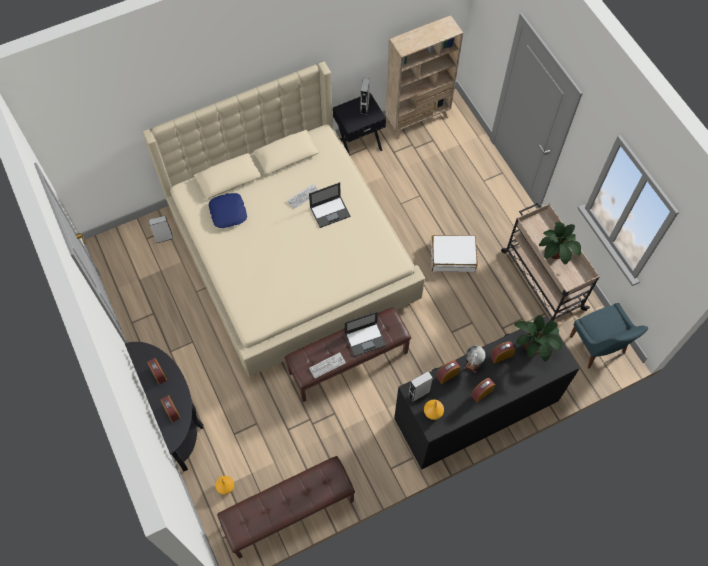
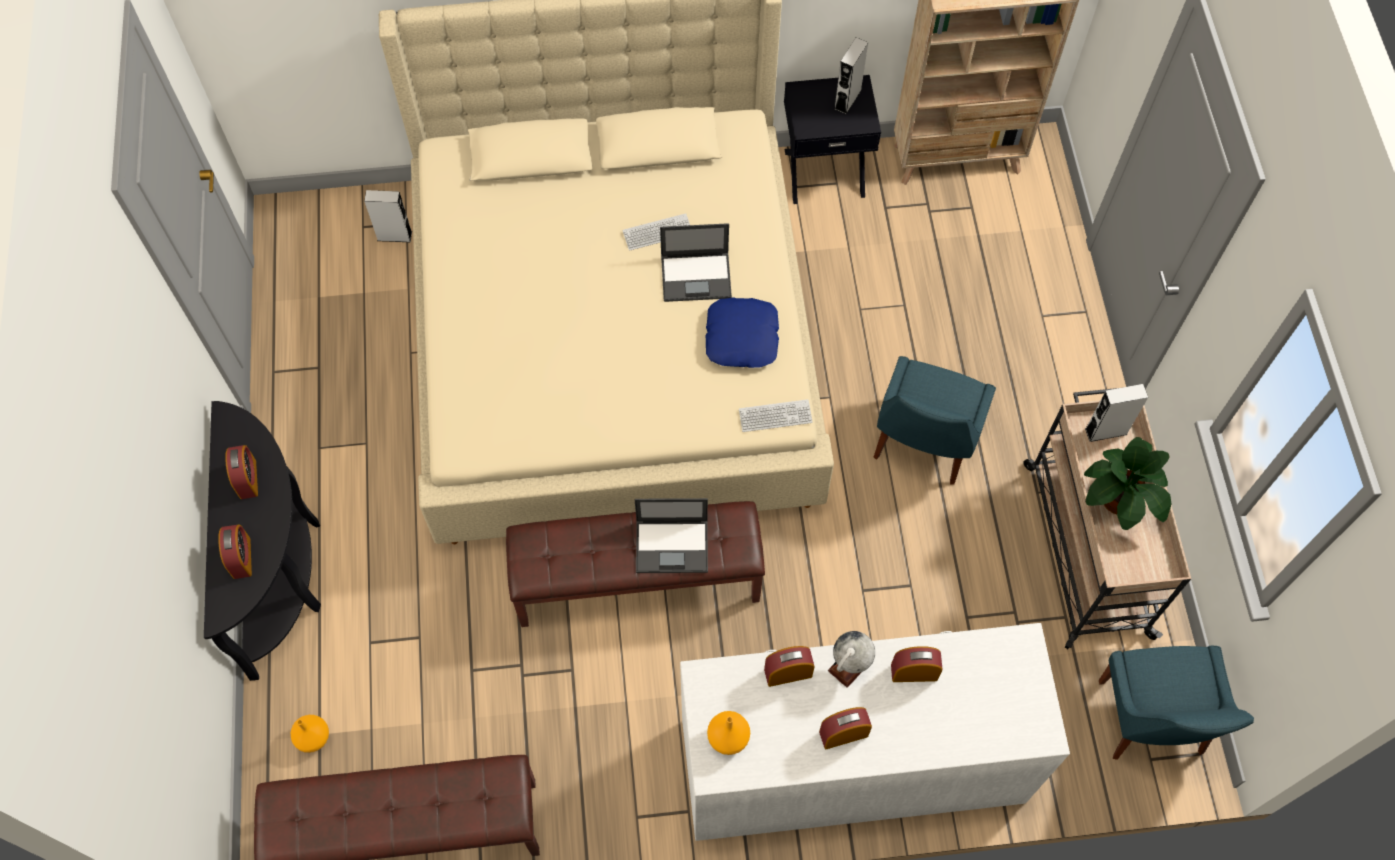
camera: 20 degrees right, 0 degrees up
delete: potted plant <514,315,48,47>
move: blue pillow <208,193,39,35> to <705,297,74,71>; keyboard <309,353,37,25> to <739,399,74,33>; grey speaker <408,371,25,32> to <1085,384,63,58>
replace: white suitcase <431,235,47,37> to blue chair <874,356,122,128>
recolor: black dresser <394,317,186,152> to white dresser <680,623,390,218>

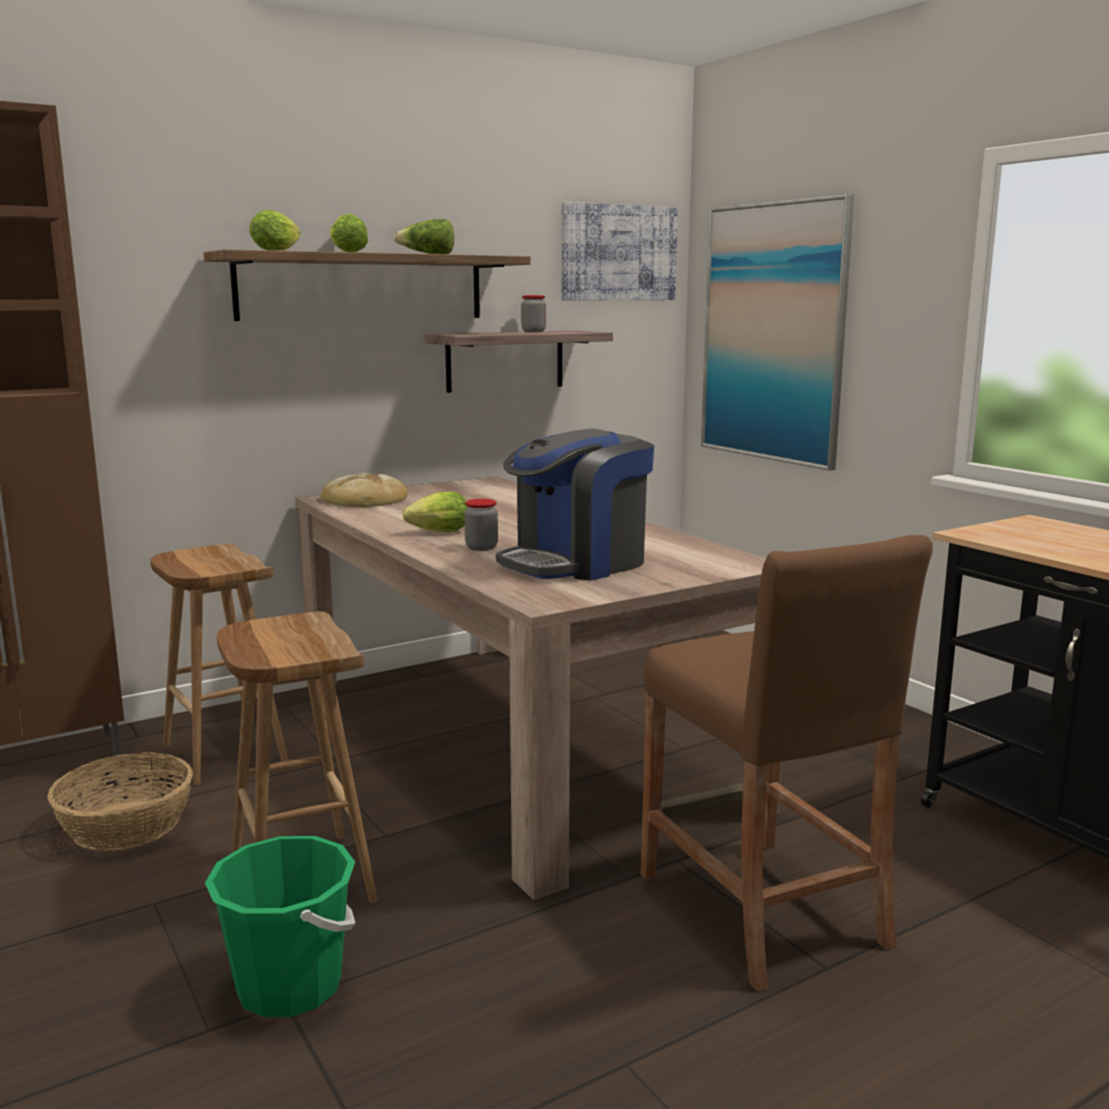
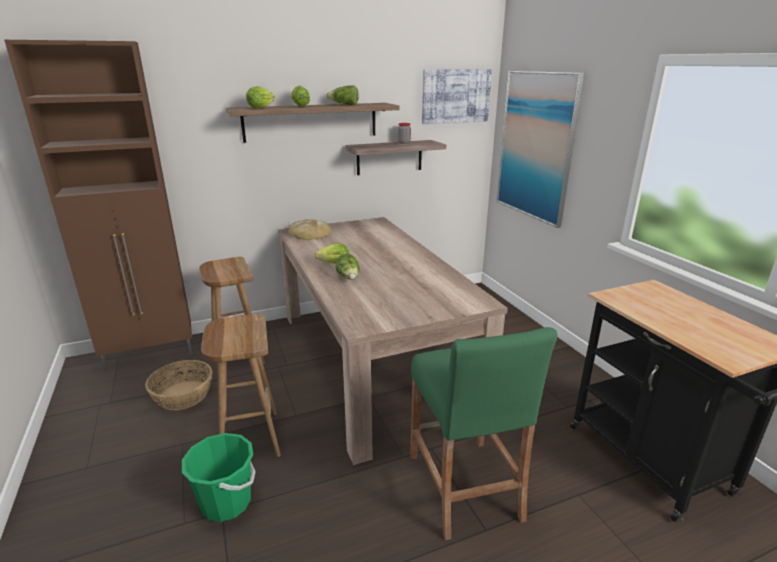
camera: 10 degrees right, 10 degrees up
delete: coffee machine <496,429,158,152>
replace: jar <464,499,34,52> to lettuce <335,254,25,26>
recolor: brown stool <641,535,292,457> to green stool <410,327,148,213>

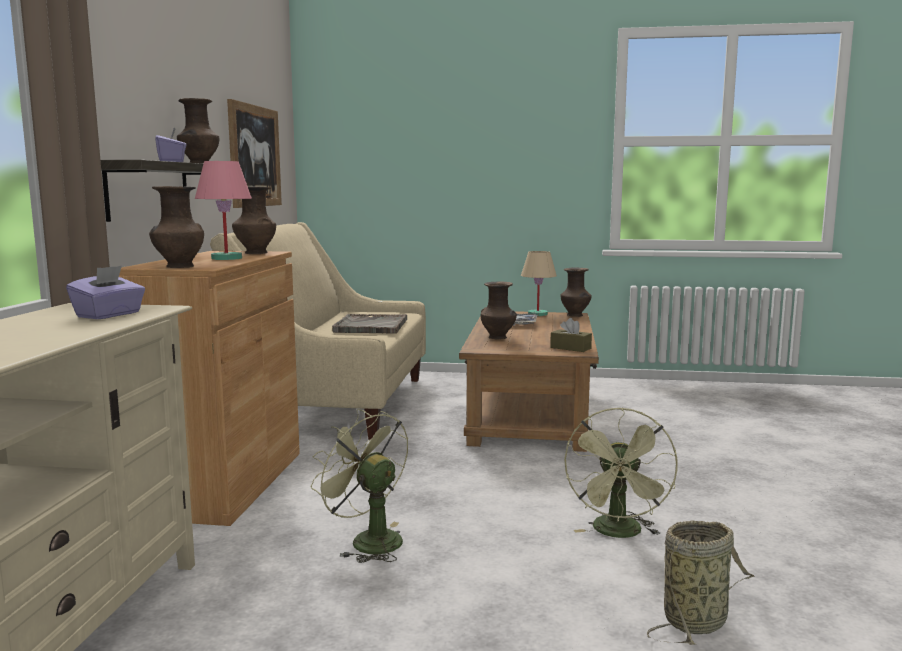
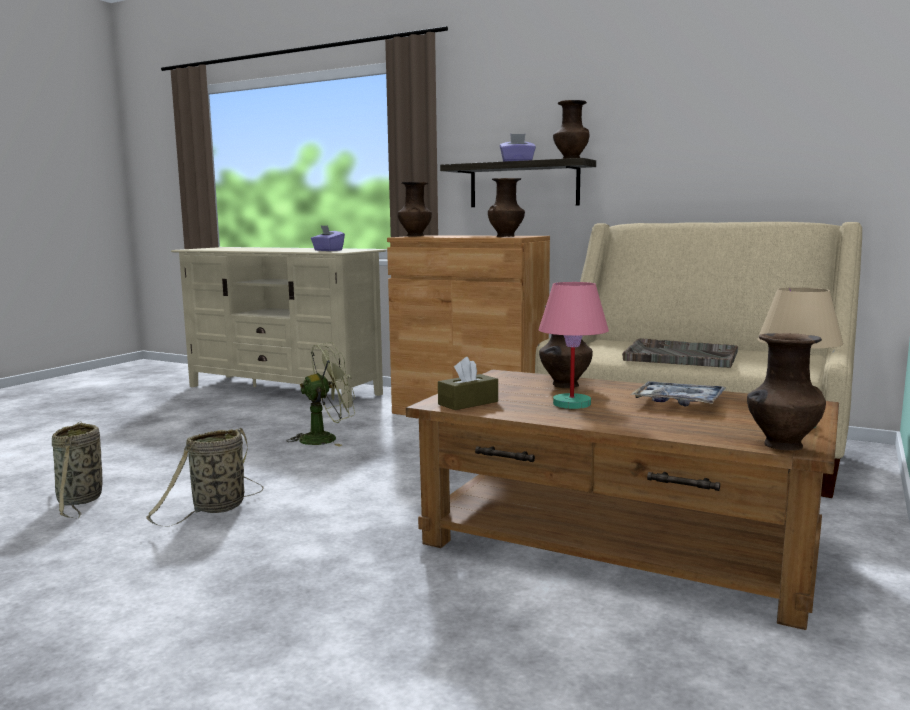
camera: 110 degrees right, 0 degrees up
delete: picture <227,99,55,109>
move: pink table lamp <195,161,57,99> to <539,282,70,127>
replace: green fan <564,407,114,131> to basket <146,428,118,99>

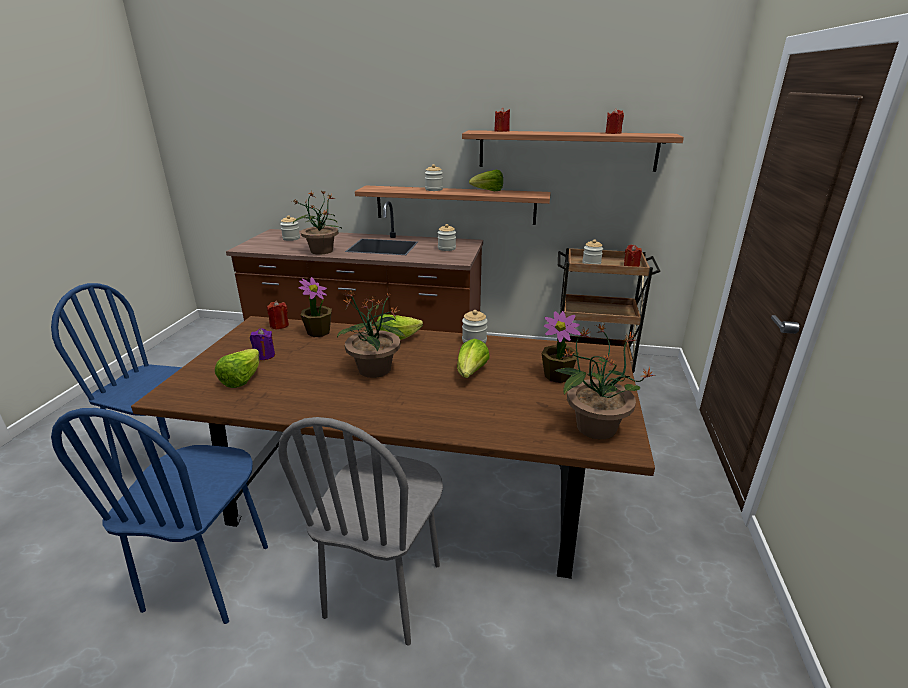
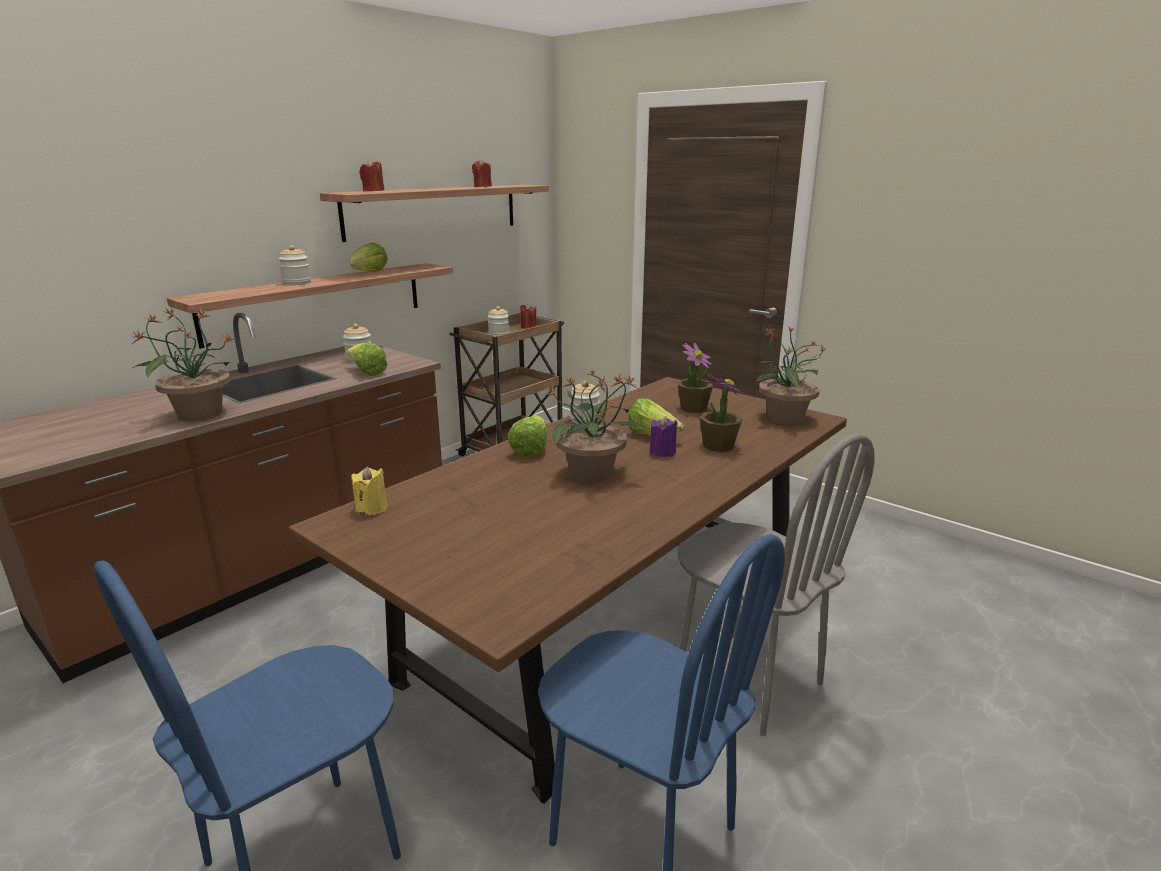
camera: 60 degrees left, 5 degrees down
delete: jar <280,215,20,26>
move: potted plant <298,277,34,60> to <700,374,45,78>; purple candle <250,329,25,31> to <650,416,28,41>; lettuce <215,349,44,39> to <346,343,41,33>
recolor: red candle <267,301,22,29> to yellow candle <351,466,36,49>

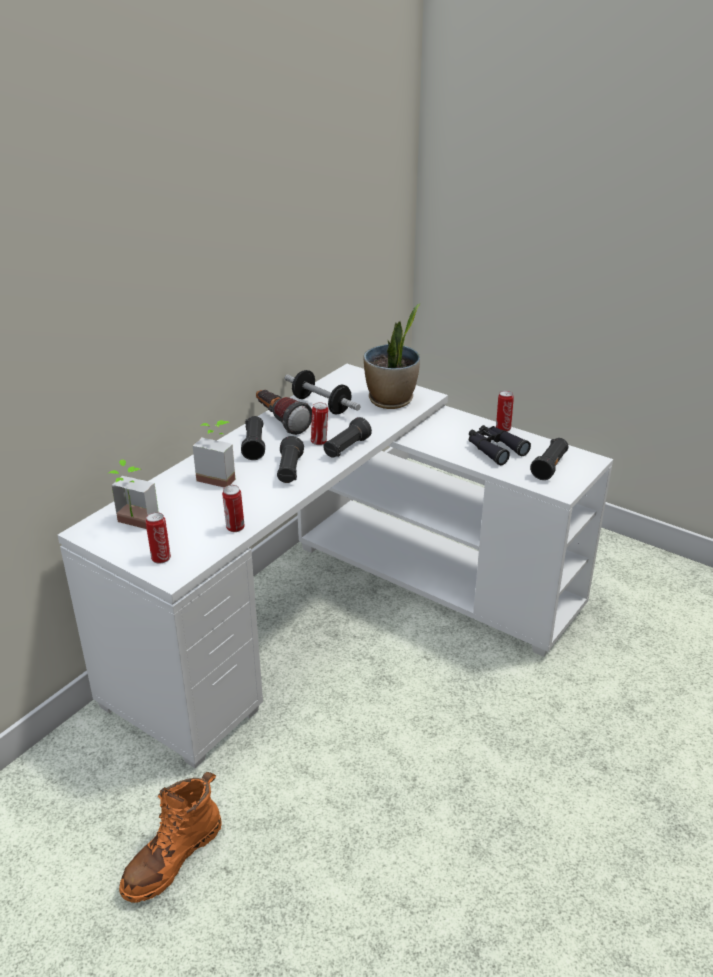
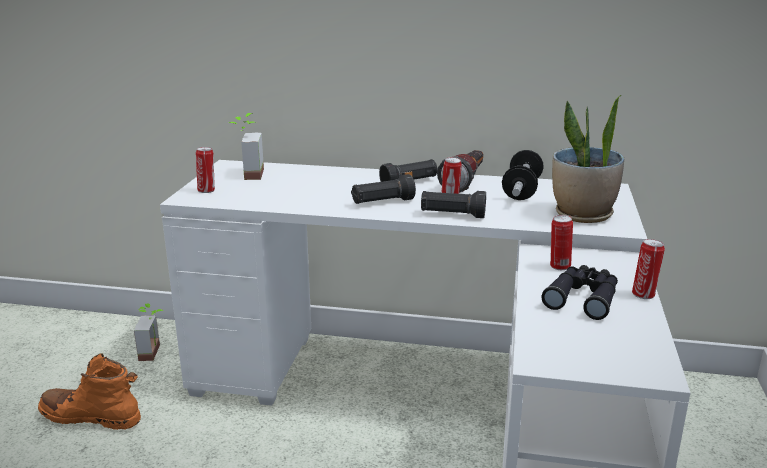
camera: 65 degrees right, 10 degrees down
delete: black flashlight <530,438,38,42>
move: potted plant <193,420,42,68> to <134,303,30,58>; can <222,485,23,47> to <550,215,23,55>

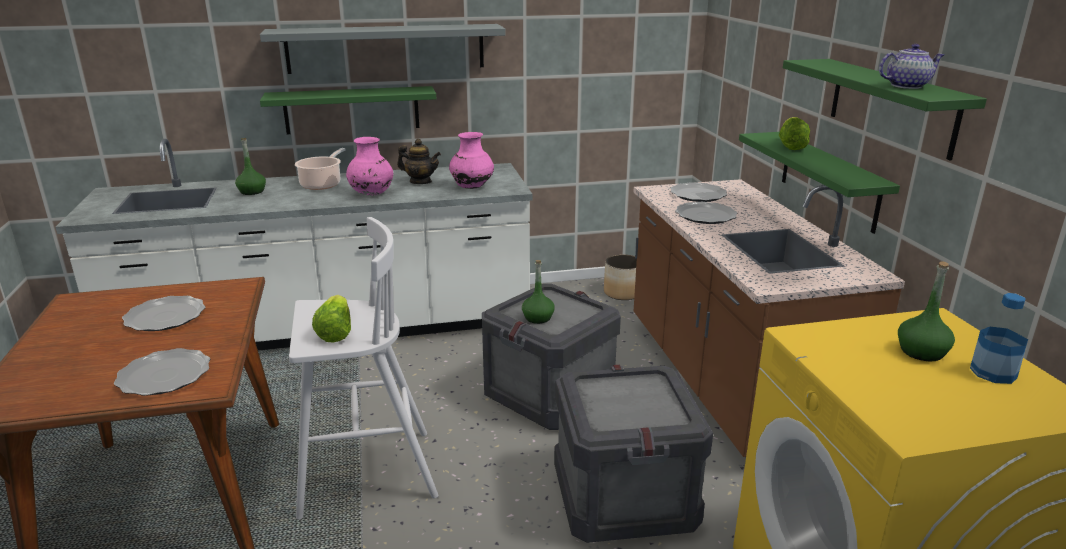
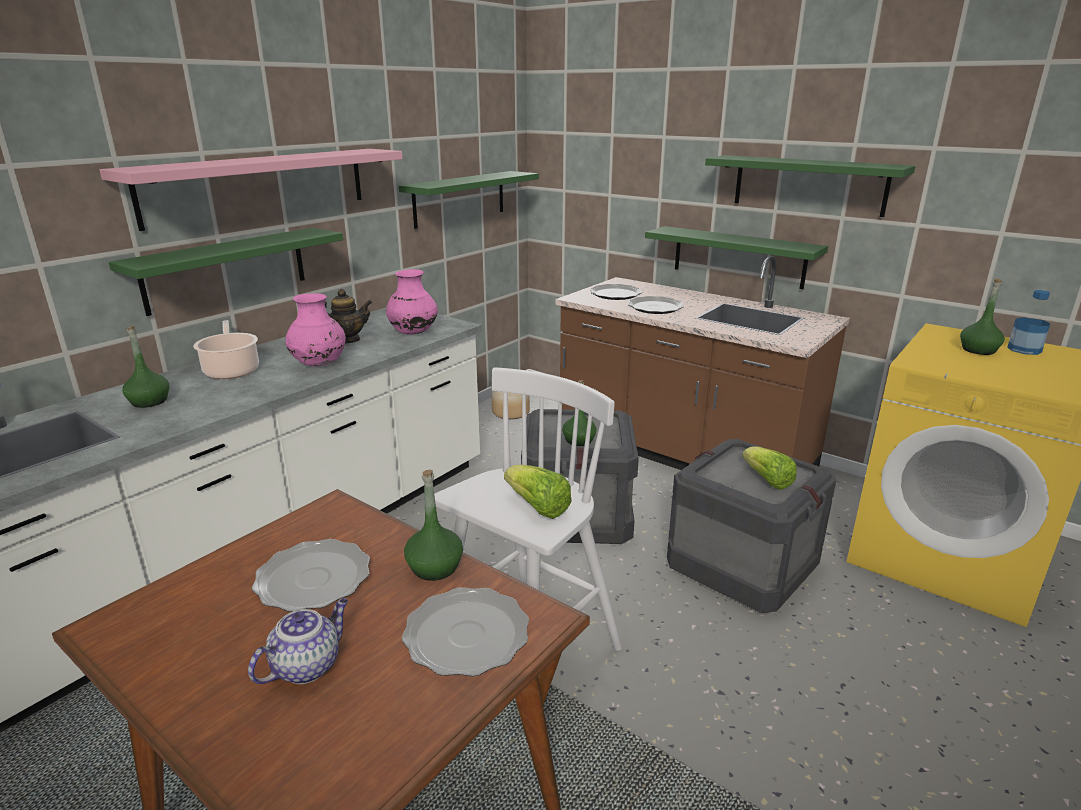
camera: 40 degrees left, 0 degrees up
insert: green shelf <399,171,140,58>; green bottle <404,470,59,111>
move: teapot <879,44,65,45> to <248,598,100,86>; lettuce <779,117,31,33> to <742,446,55,44>
recolor: grey shelf <260,24,245,50> to pink shelf <99,149,304,82>

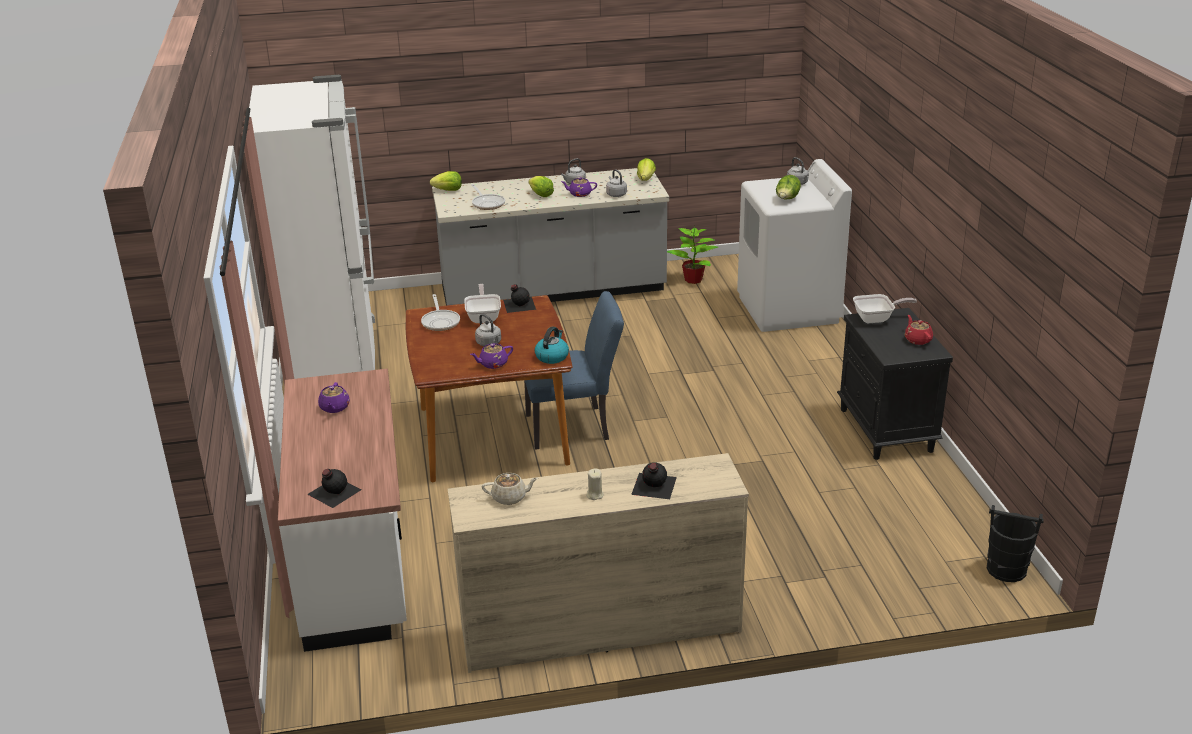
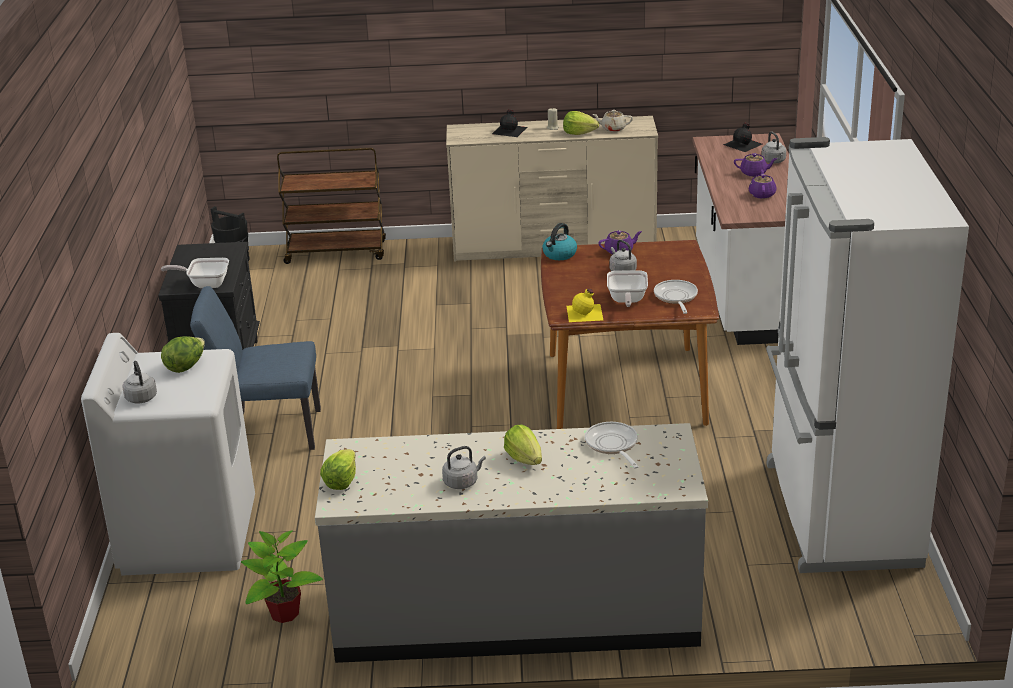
camera: 170 degrees left, 0 degrees up
delete: red teapot <905,315,28,30>
insert: brown cart <277,148,109,116>
move: grey kettle <606,169,21,28> to <762,132,24,31>; lettuce <430,171,32,20> to <563,111,36,24>; purple teapot <561,177,36,20> to <734,153,44,24>; blue chair <524,291,100,159> to <190,286,131,164>
recolor: black bottle <503,284,33,29> to yellow bottle <567,289,36,33>

